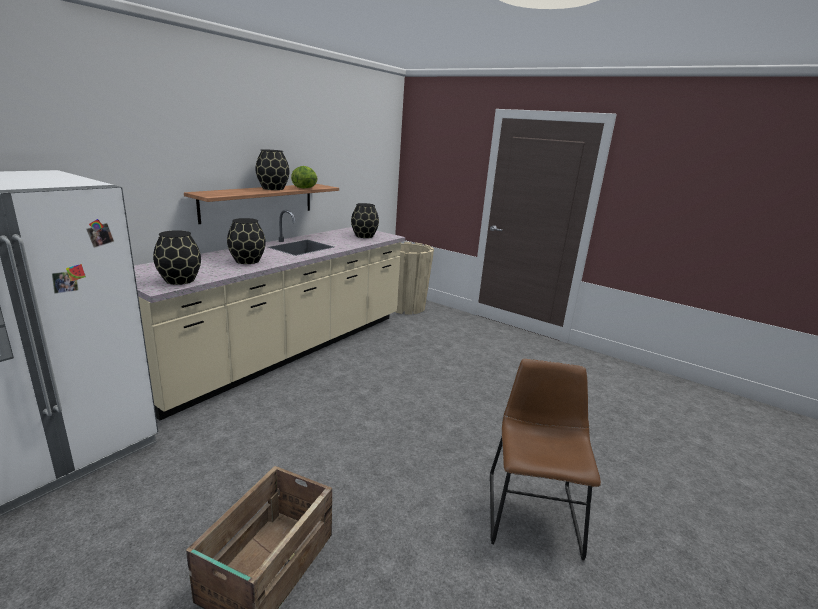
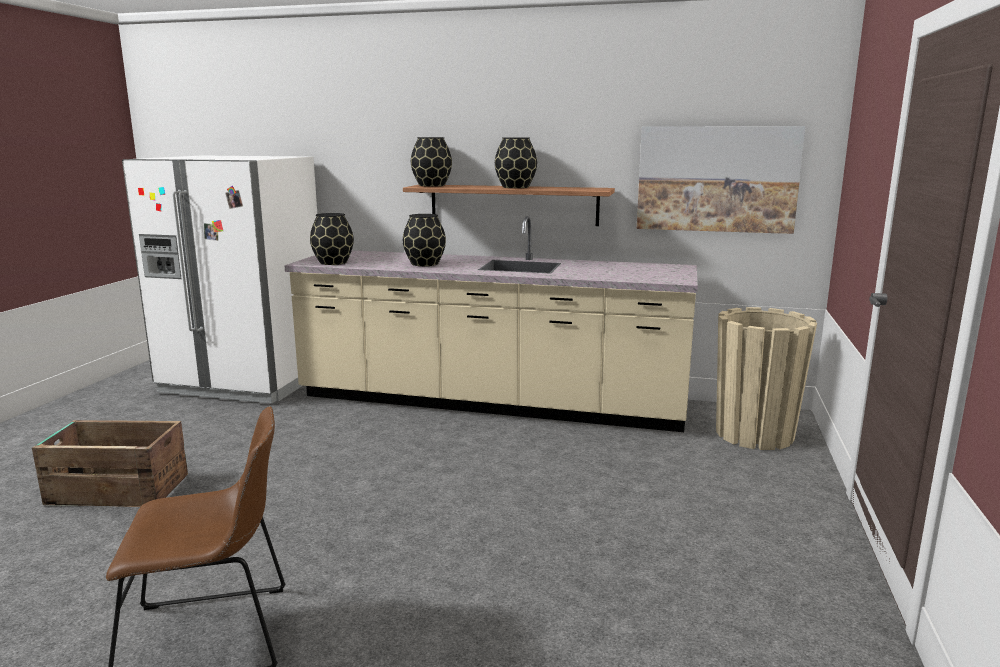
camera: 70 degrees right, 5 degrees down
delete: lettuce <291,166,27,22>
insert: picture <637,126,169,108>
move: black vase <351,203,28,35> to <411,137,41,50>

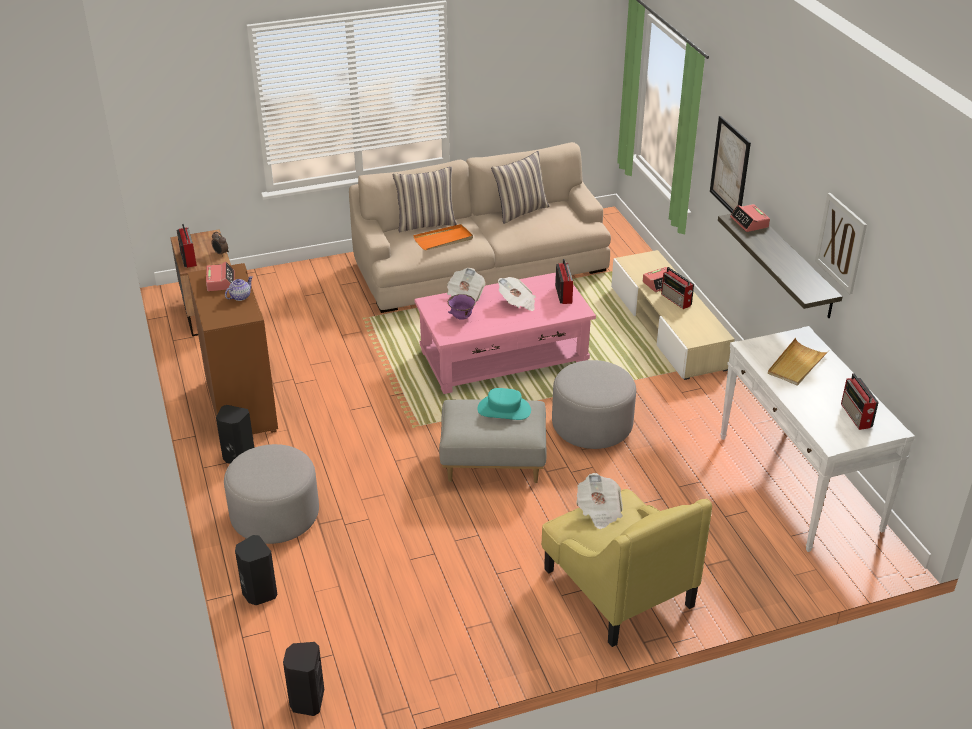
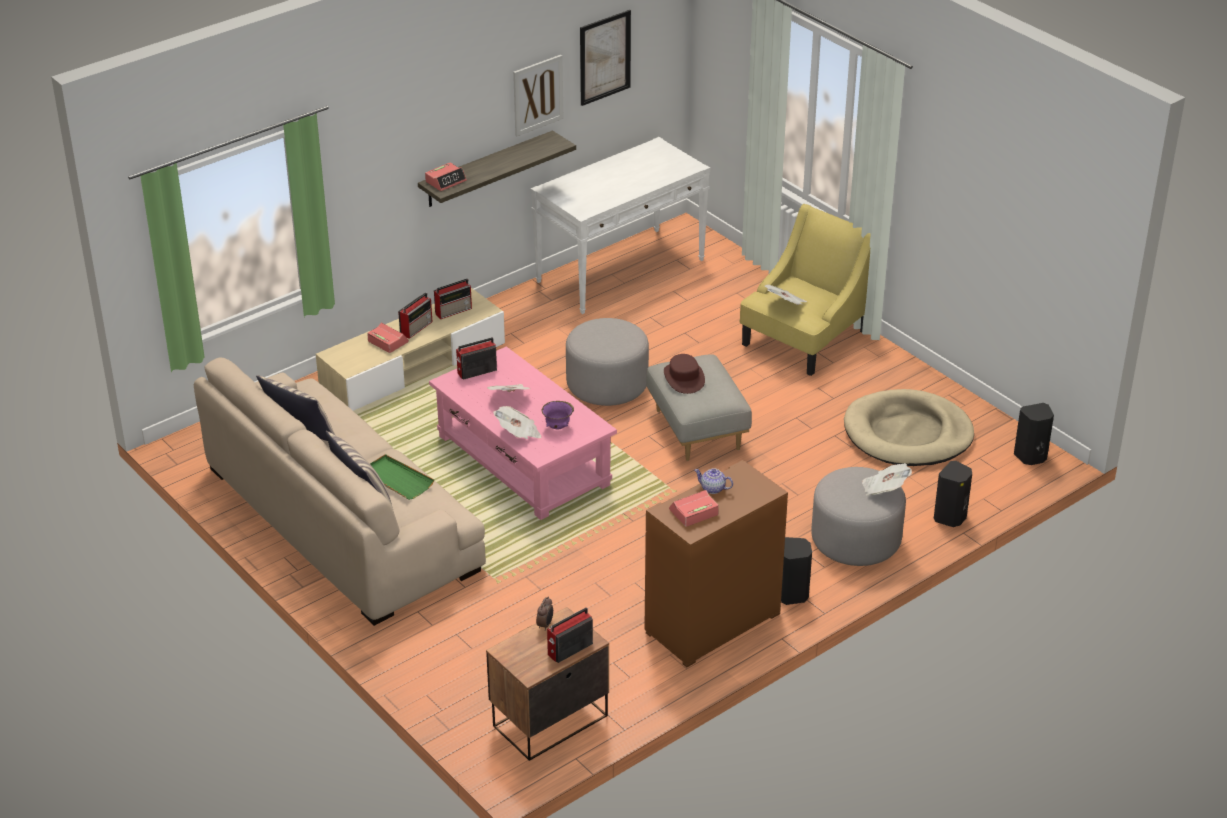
camera: 110 degrees left, 0 degrees up
delete: beige tray <768,338,61,48>
insert: beige dog bed <844,389,130,77>; newspaper <862,463,50,33>
move: picture <710,116,41,97> to <580,10,51,96>; radio <841,373,38,57> to <434,279,38,40>
recolor: orange tray <413,224,60,26> to green tray <370,454,64,46>; turquoise hat <477,388,54,32> to brown hat <664,354,41,40>

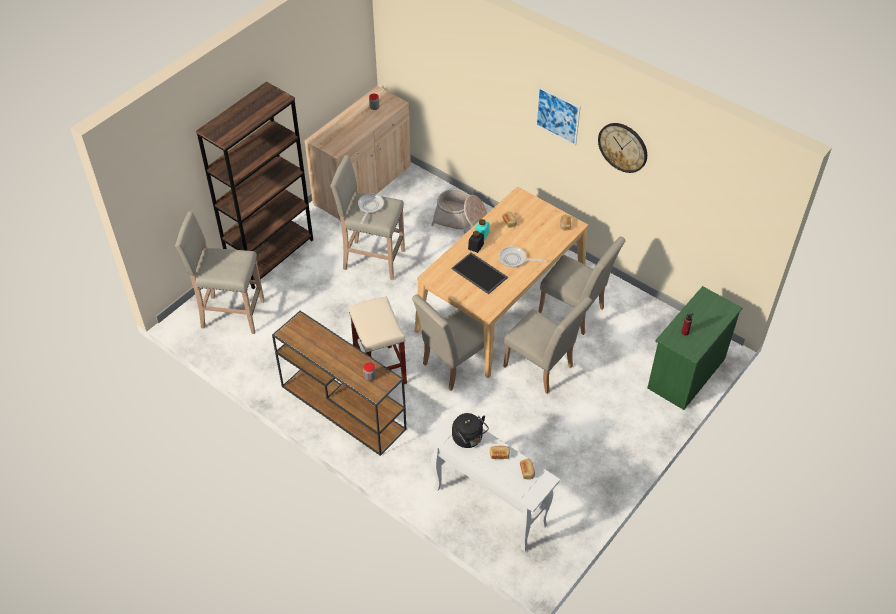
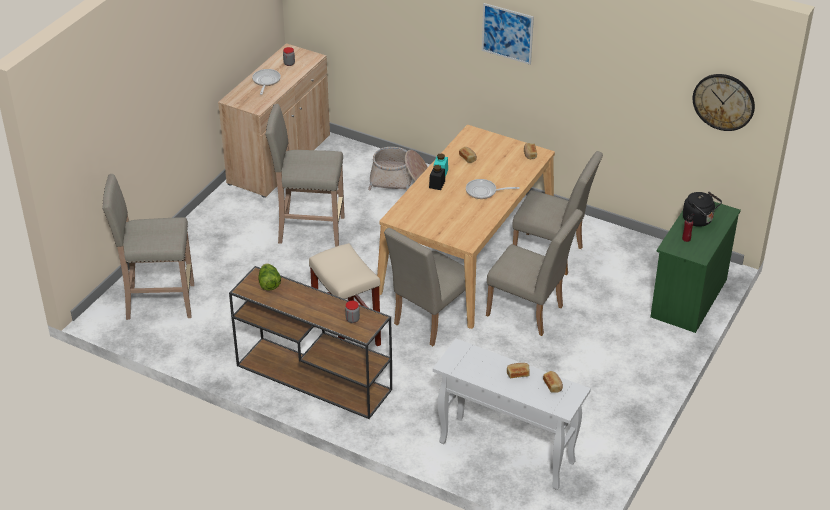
camera: 10 degrees left, 10 degrees down
delete: brown bookcase <196,82,117,208>; tray <452,253,56,41>
insert: lettuce <258,263,23,28>
move: wall clock <598,123,49,50> to <693,74,62,57>; frying pan <358,194,26,30> to <252,69,29,26>; black kettle <452,413,37,35> to <683,192,39,35>

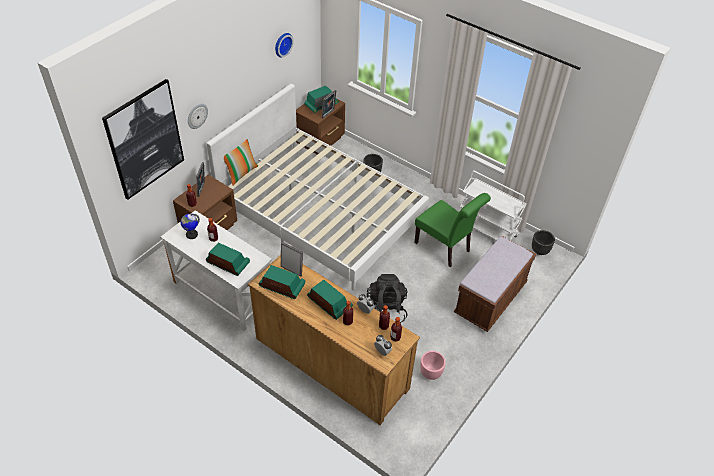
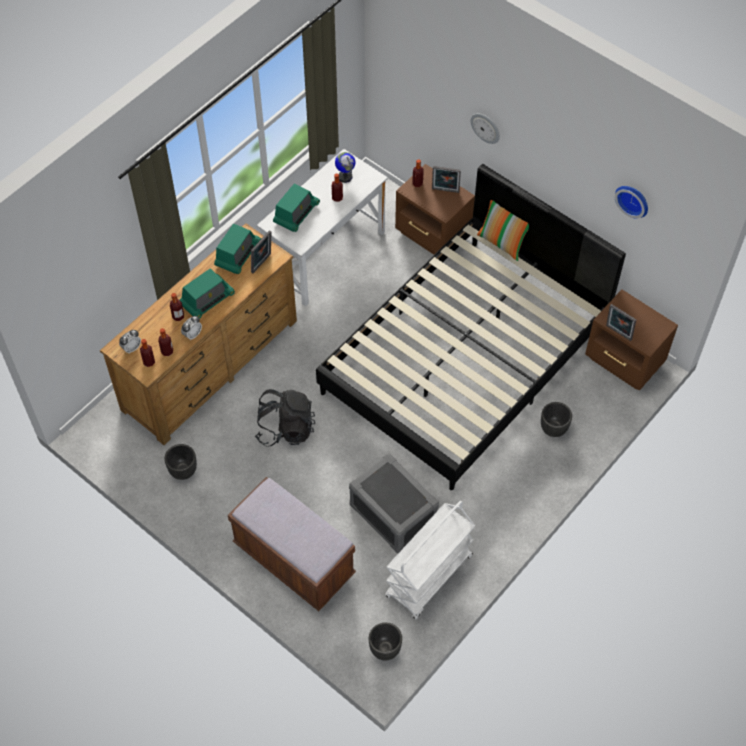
camera: 95 degrees right, 10 degrees up
delete: picture <102,79,82,121>; radio <304,86,35,27>
replace: green chair <415,193,76,74> to grey storage box <349,454,90,99>
recolor: white bed <206,84,223,207> to black bed <316,164,310,326>; pink planter <420,351,26,29> to black planter <164,444,33,36>

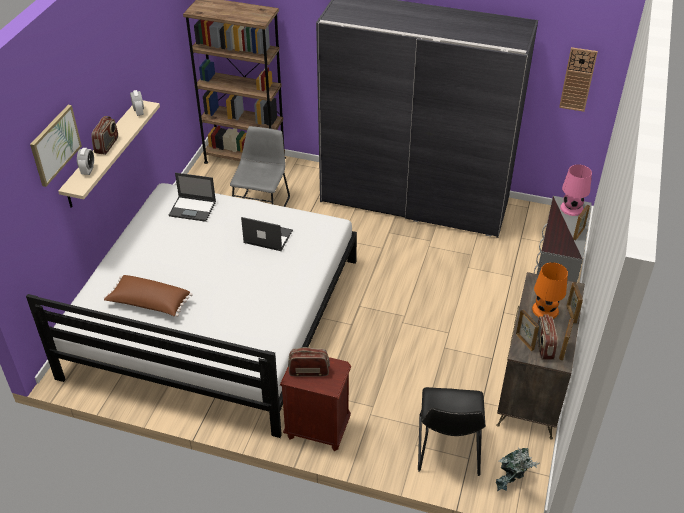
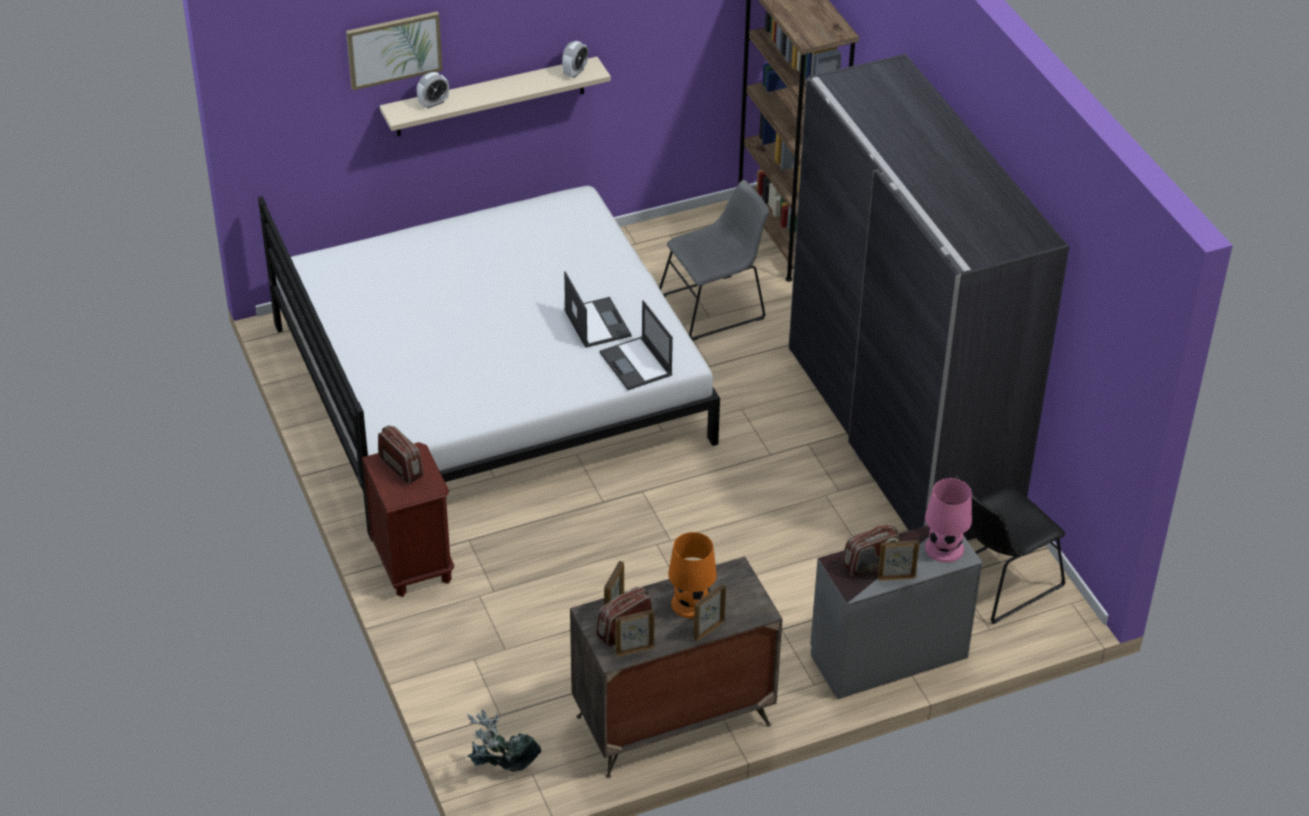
camera: 50 degrees right, 0 degrees up
delete: wall clock <559,47,39,65>; brown pillow <104,275,89,42>
move: radio <91,116,27,39> to <842,524,58,53>; laptop <169,173,47,49> to <600,300,73,90>; black chair <418,387,68,89> to <956,476,110,148>

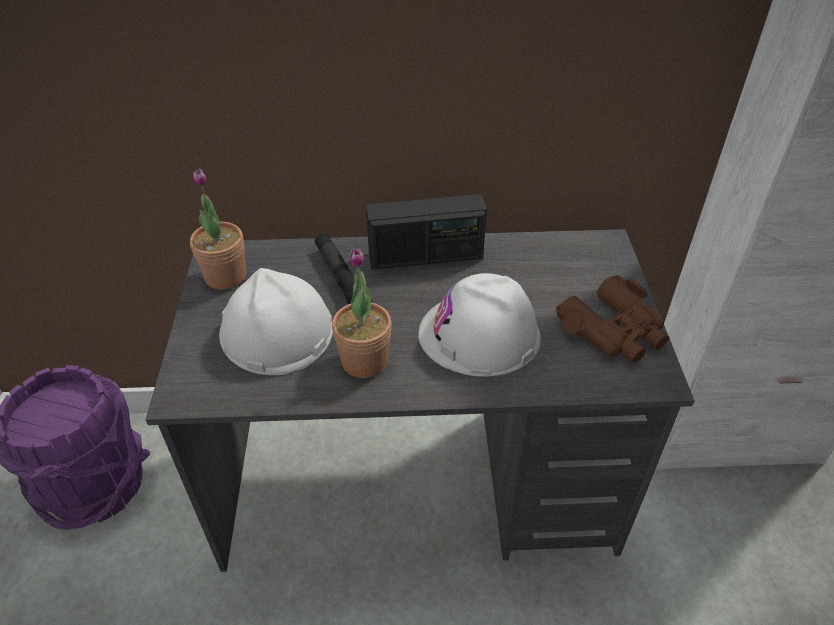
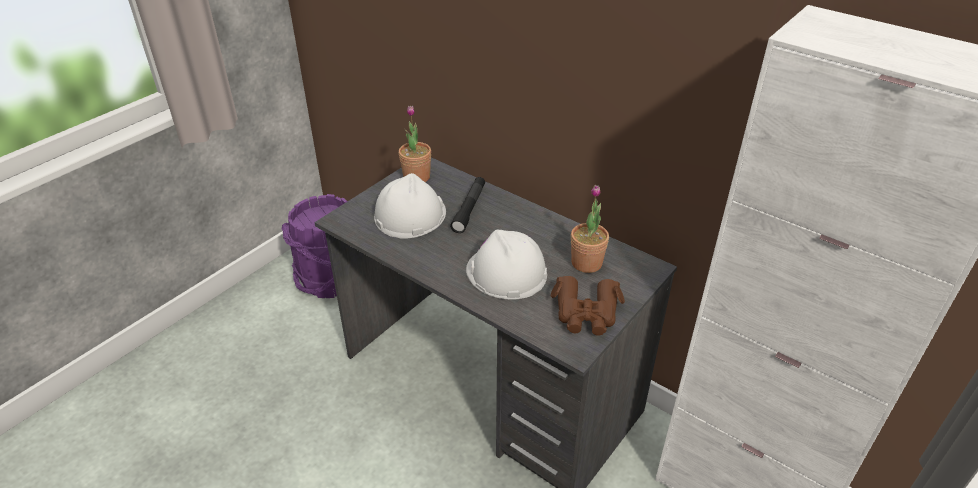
camera: 40 degrees right, 5 degrees down
delete: radio <366,195,121,75>
move: potted plant <332,248,60,130> to <571,185,38,88>

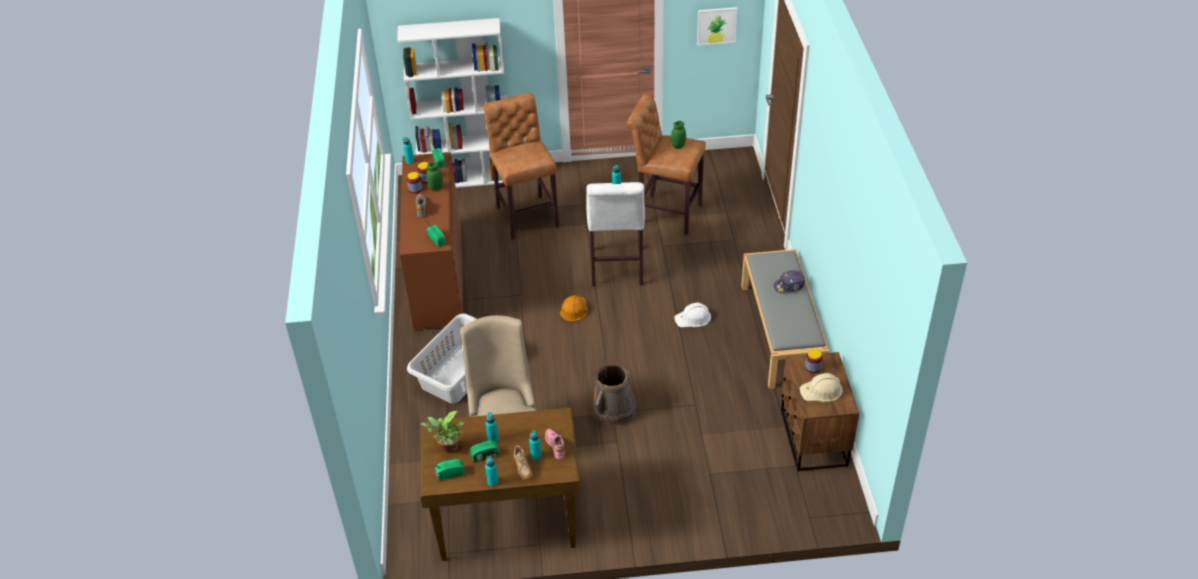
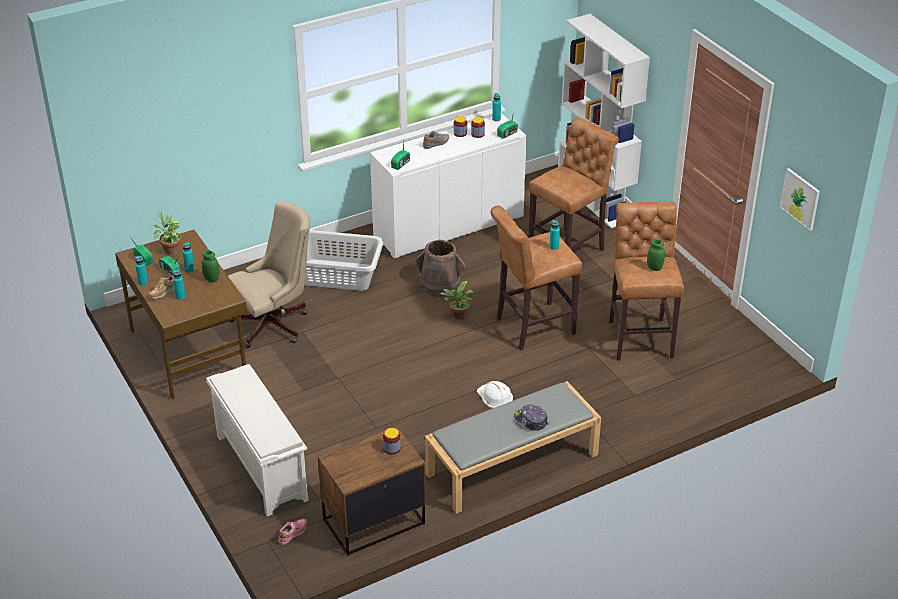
camera: 65 degrees right, 5 degrees down
delete: beige hard hat <800,373,43,29>
insert: white shoe rack <206,364,103,153>
move: green jar <426,162,17,29> to <202,250,17,32>; brown bucket <593,364,44,61> to <416,239,49,58>; pink shoe <545,428,20,31> to <278,519,29,26>
replace: orange hard hat <560,295,27,27> to potted plant <441,281,33,39>
recolor: brown cabinet <400,152,63,179> to white cabinet <370,113,157,146>; white stool <586,182,59,105> to brown stool <490,205,92,145>

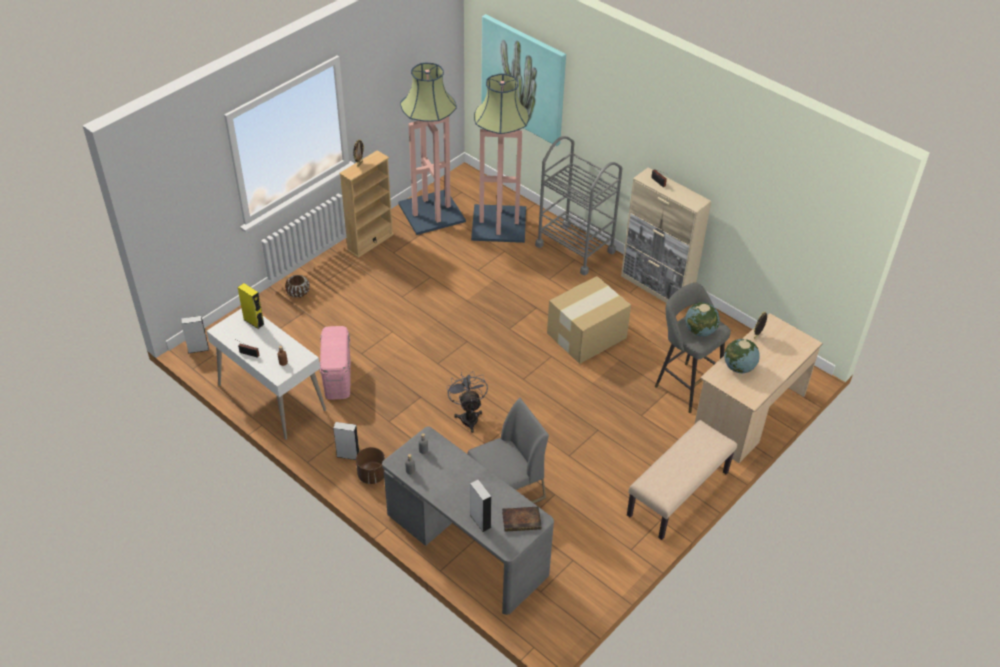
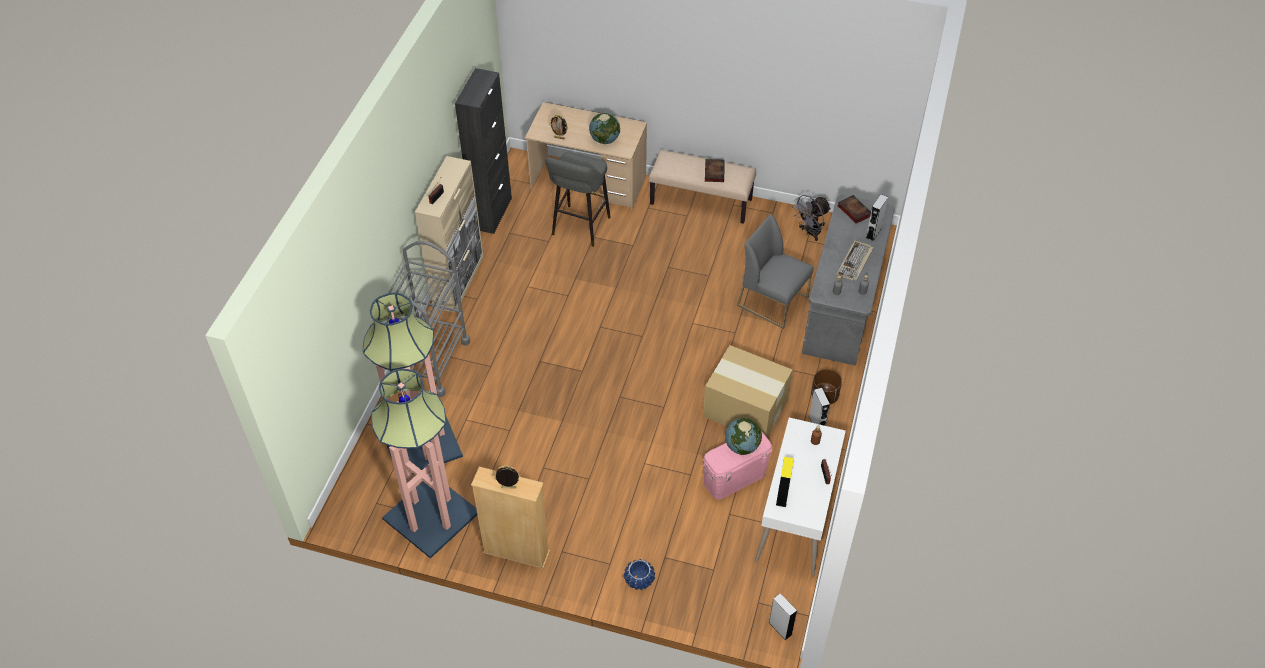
camera: 115 degrees left, 5 degrees up
delete: picture <481,14,85,132>
insert: black cabinet <455,68,57,166>; book <705,159,20,23>; keyboard <836,240,38,41>
move: cardboard box <547,276,84,88> to <703,345,90,93>; globe <685,302,35,35> to <725,418,37,37>; grey fan <446,371,42,62> to <792,195,39,46>
recolor: brown planter <285,275,25,23> to blue planter <624,559,31,31>

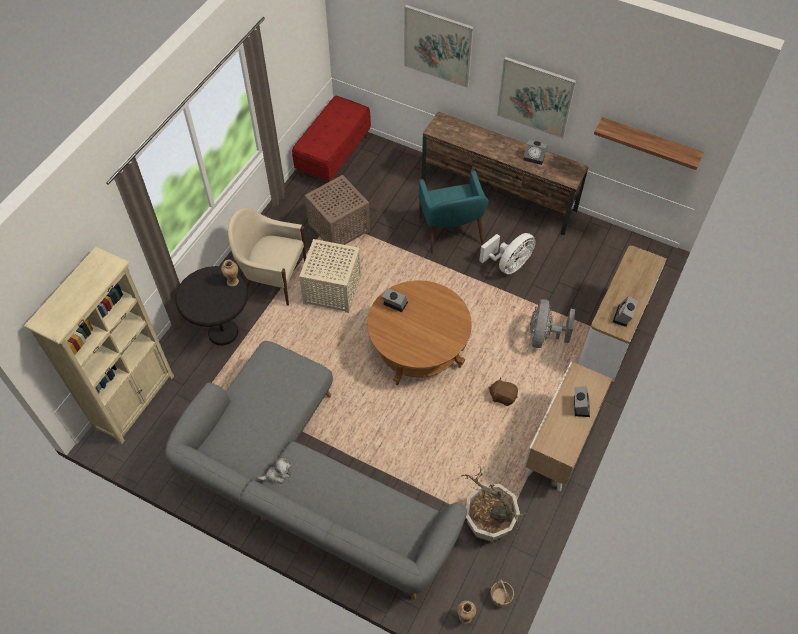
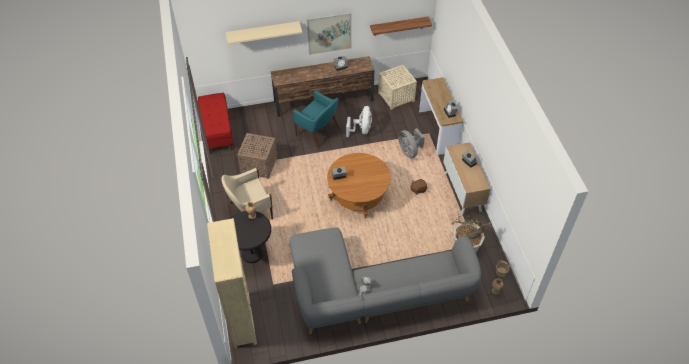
camera: 40 degrees left, 5 degrees down
move: beige side table <299,239,62,74> to <378,65,39,45>
replace: picture <404,5,70,83> to beige shelf <226,21,76,23>

